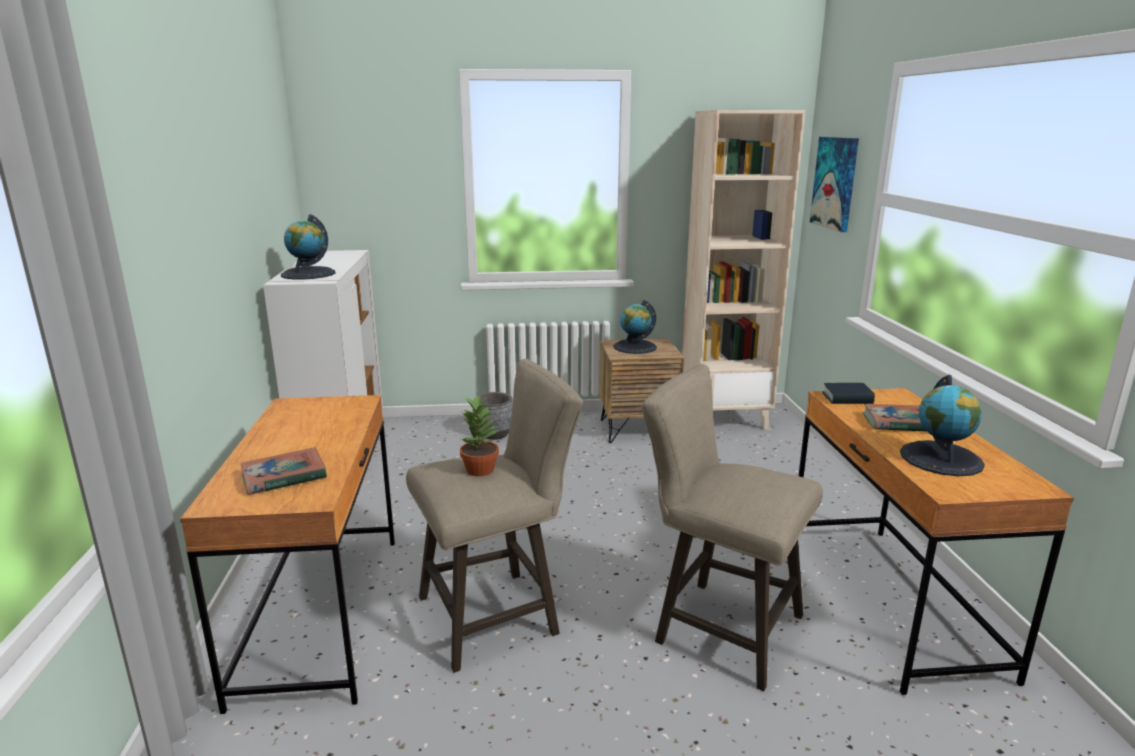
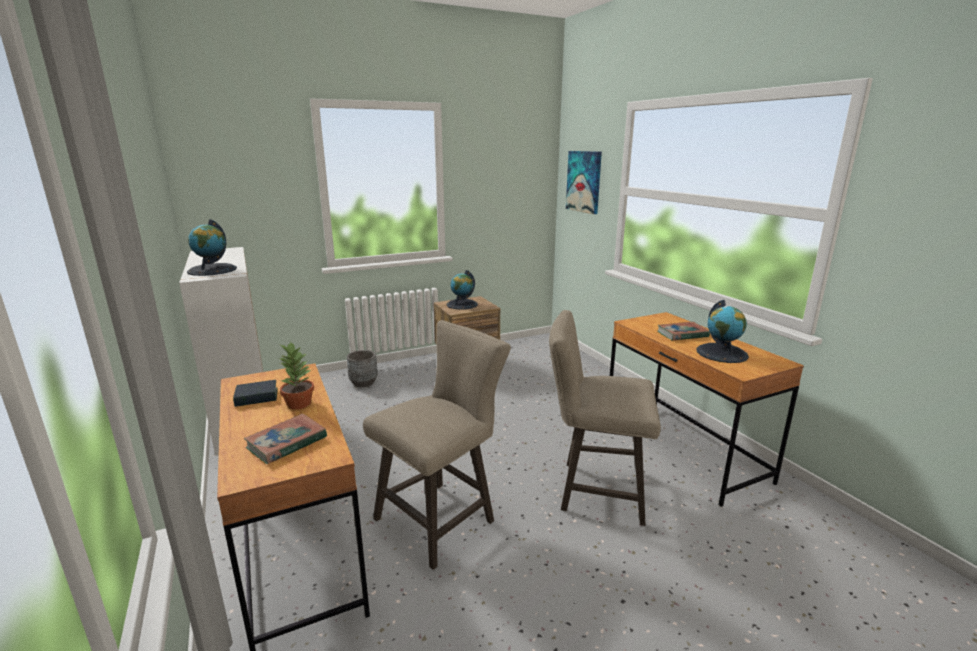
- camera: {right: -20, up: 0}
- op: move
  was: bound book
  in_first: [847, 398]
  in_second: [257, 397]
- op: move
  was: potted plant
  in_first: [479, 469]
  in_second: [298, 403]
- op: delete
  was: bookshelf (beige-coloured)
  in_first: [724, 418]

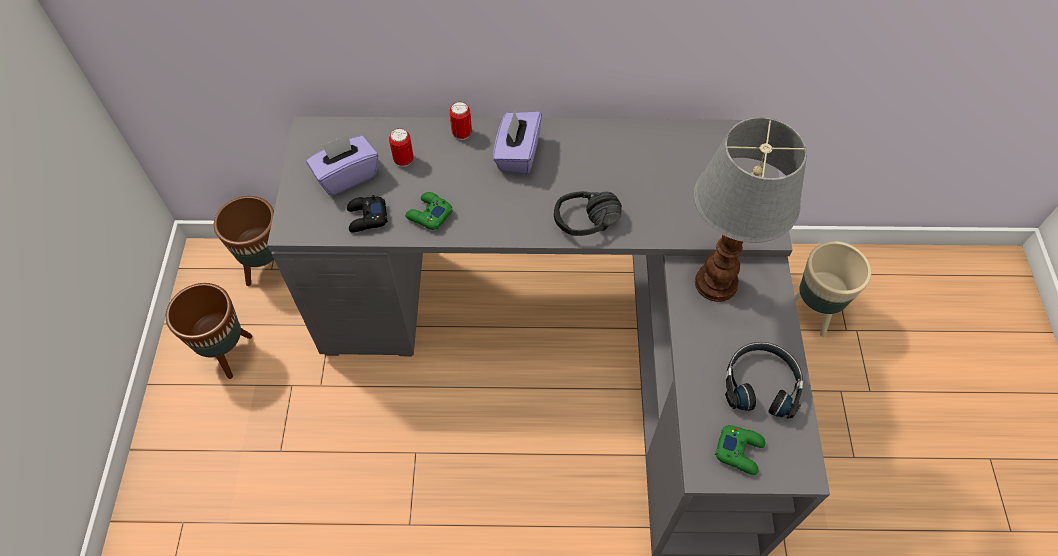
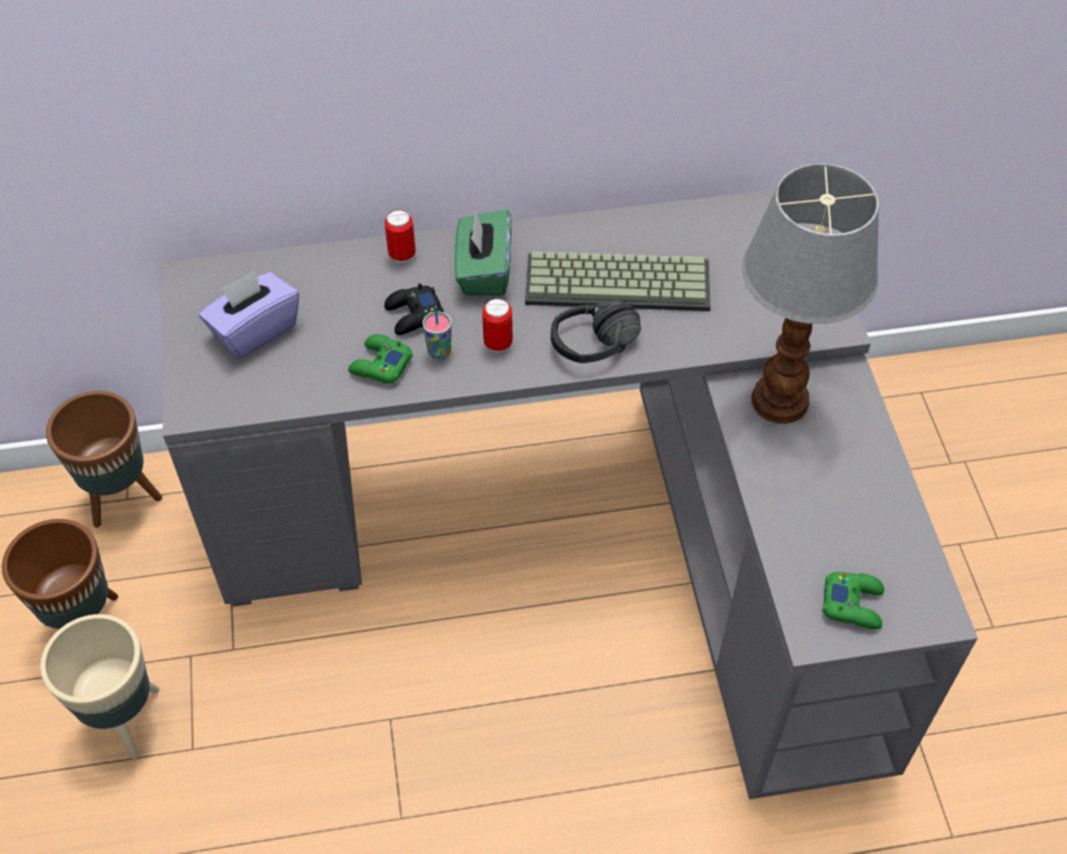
- camera: {right: -10, up: -5}
- op: move
  was: flower pot (beige-coloured)
  in_first: [812, 313]
  in_second: [126, 720]
- op: move
  was: gamepad (black-coloured)
  in_first: [367, 218]
  in_second: [414, 315]
- op: insert
  now: drinking cup
  in_second: [439, 352]
- op: recolor
  was: tissue holder (purplish)
  now: tissue holder (green-coloured)
  in_first: [517, 154]
  in_second: [484, 271]
- op: move
  was: can
  in_first: [404, 160]
  in_second: [498, 343]
- op: insert
  now: computer keyboard
  in_second: [619, 281]
- op: delete
  was: pair of headphones (black-coloured)
  in_first: [760, 383]

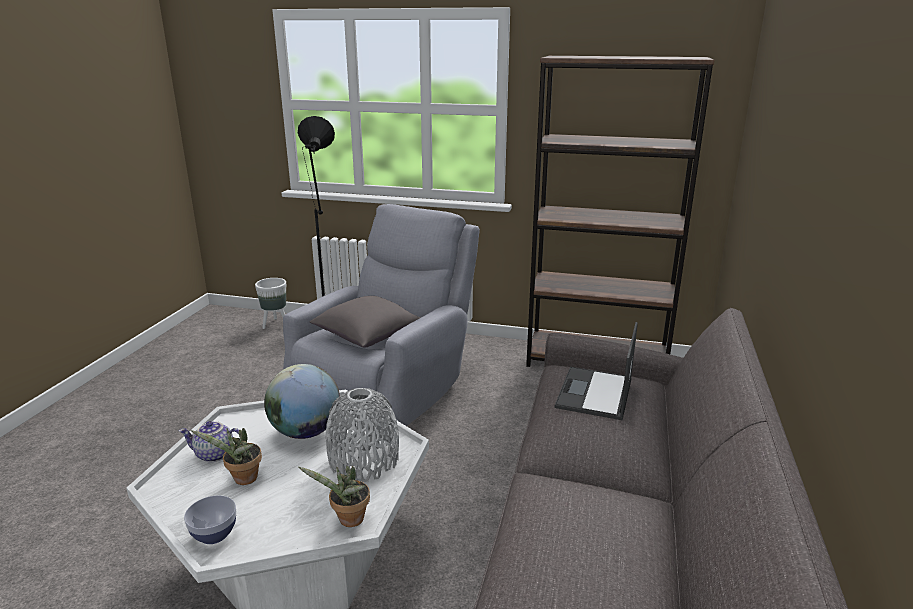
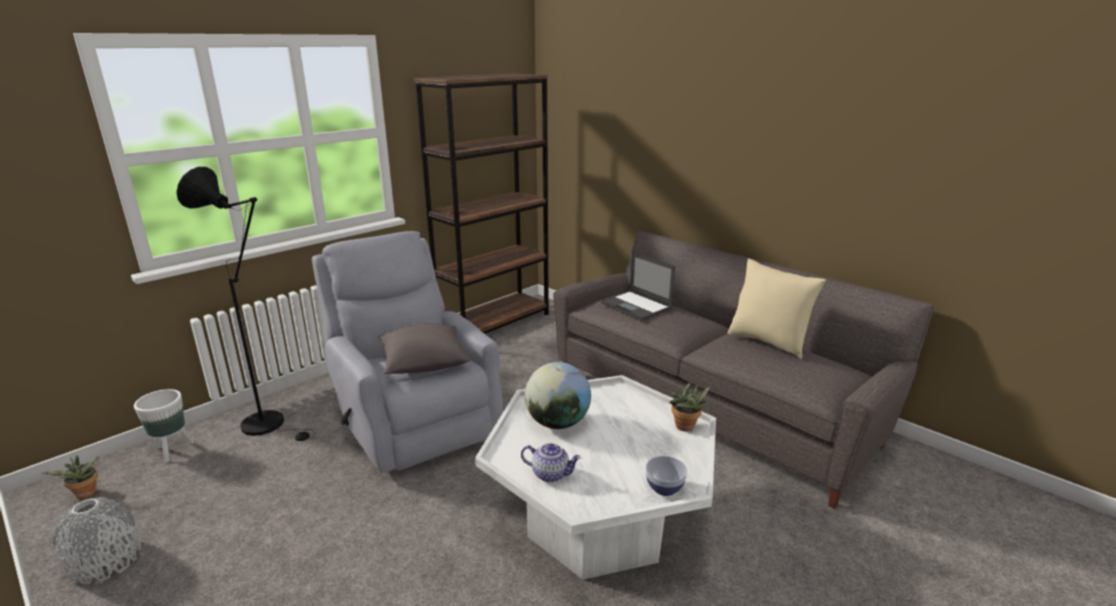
- camera: {right: -60, up: 0}
- op: move
  was: potted plant
  in_first: [242, 480]
  in_second: [85, 495]
- op: move
  was: decorative vase (gray)
  in_first: [364, 460]
  in_second: [105, 560]
- op: rotate
  was: teapot
  in_first: [214, 455]
  in_second: [551, 474]
  clockwise: -105
- op: insert
  now: pillow (beige-coloured)
  in_second: [768, 342]

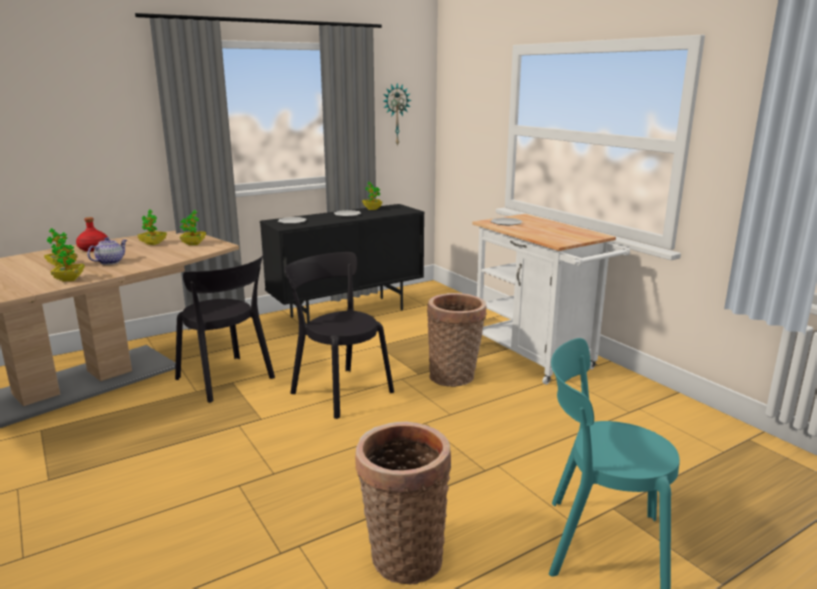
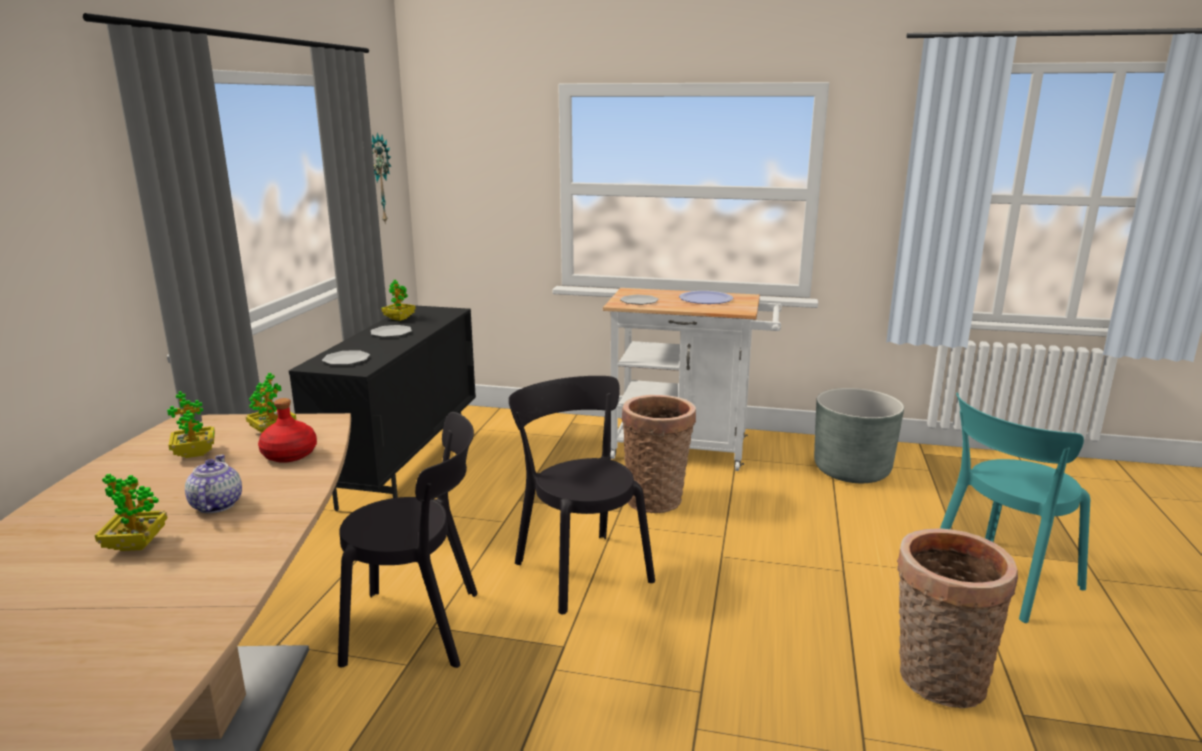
- camera: {right: -45, up: 0}
- op: move
  was: bottle (reddish)
  in_first: [94, 249]
  in_second: [290, 454]
- op: rotate
  was: plain chair (black-coloured)
  in_first: [339, 390]
  in_second: [580, 568]
  clockwise: 60
- op: insert
  now: plate
  in_second: [705, 299]
- op: insert
  now: flower pot (gray)
  in_second: [851, 470]
- op: delete
  was: potted plant
  in_first: [69, 279]

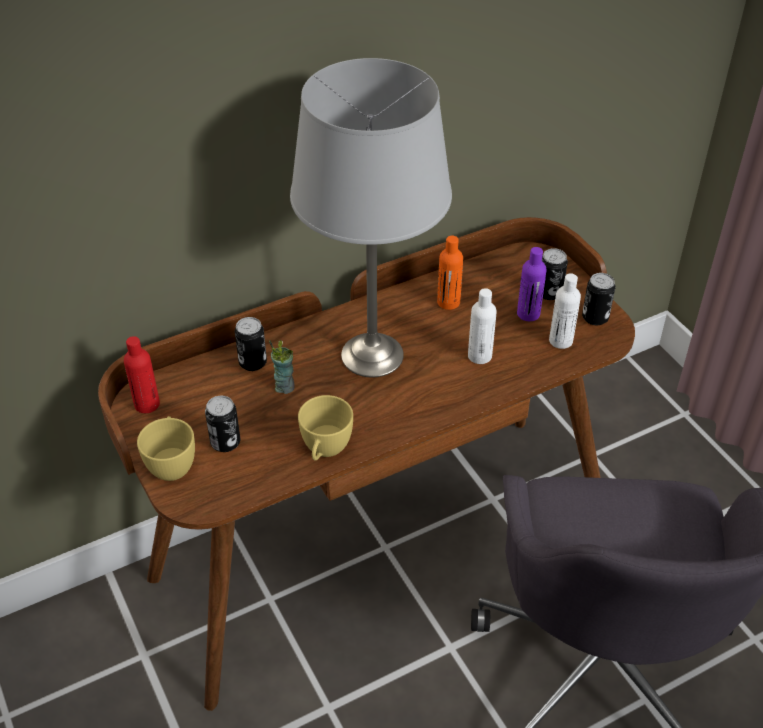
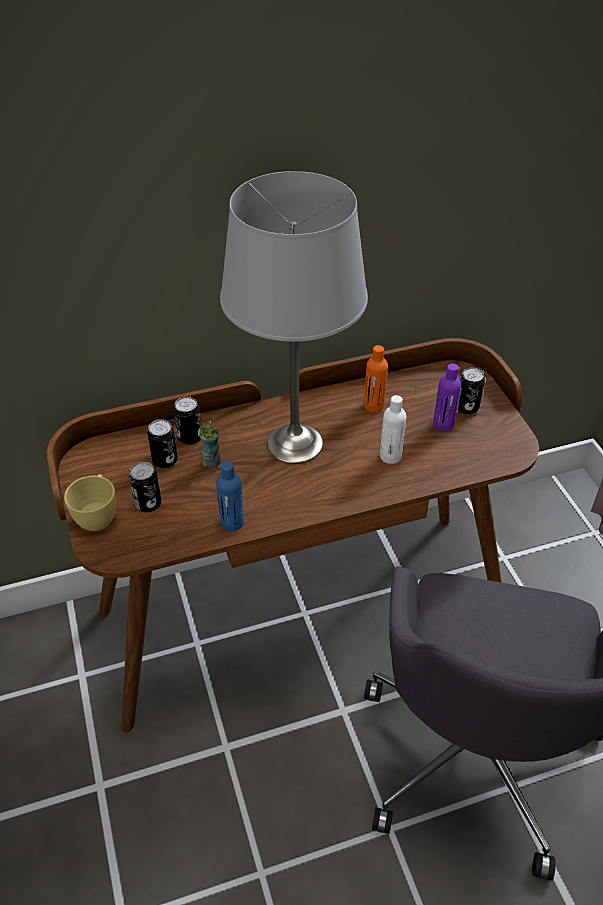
- camera: {right: 10, up: 0}
- op: move
  was: can
  in_first: [595, 317]
  in_second: [165, 460]
- op: replace
  was: drinking cup (yellow)
  now: bottle (bluish)
  in_first: [325, 450]
  in_second: [232, 523]
- op: delete
  was: bottle (reddish)
  in_first: [147, 404]
- op: delete
  was: bottle (whitish)
  in_first: [560, 341]

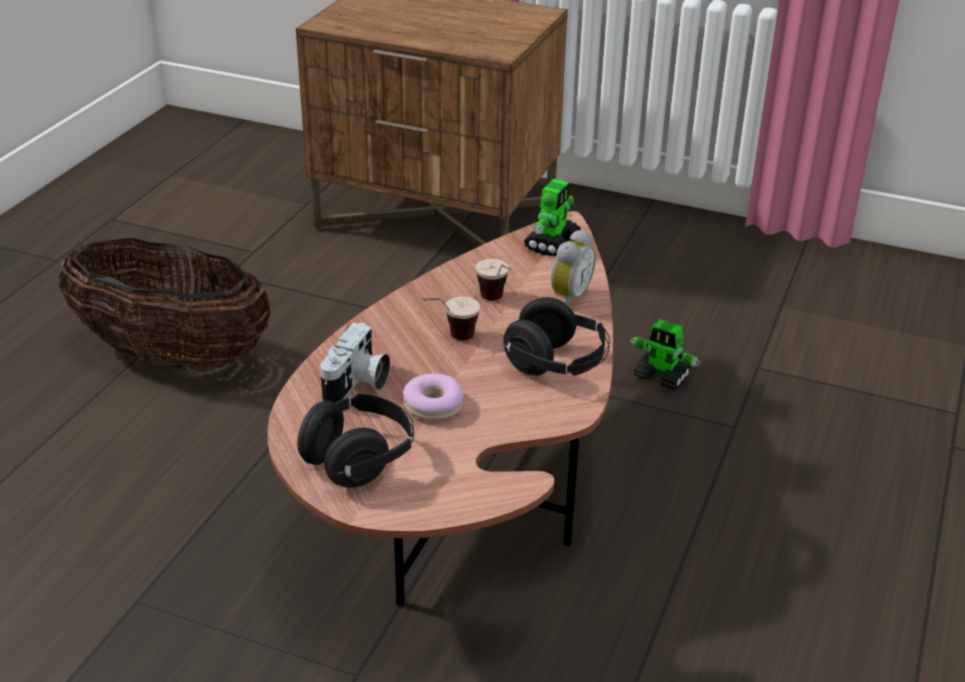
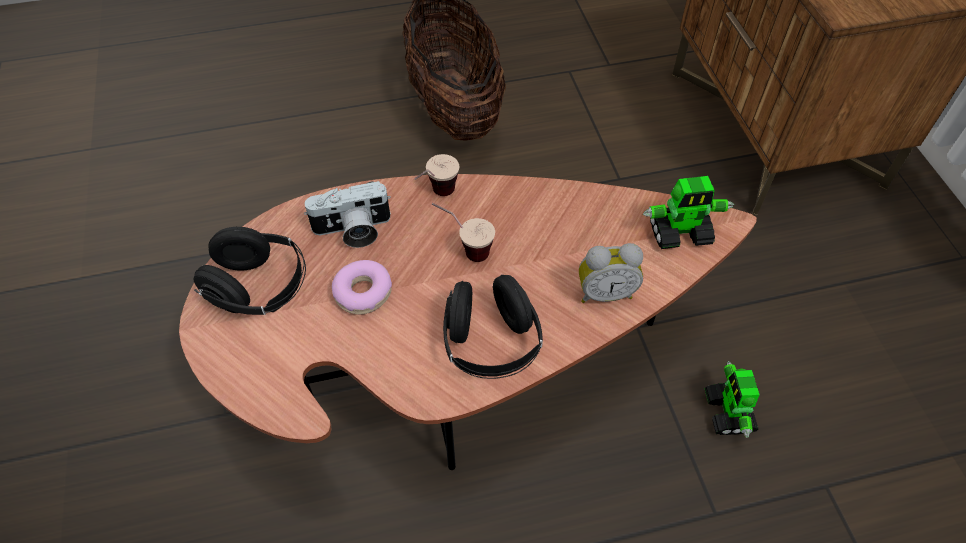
- camera: {right: 55, up: 20}
- op: move
  was: drinking cup
  in_first: [496, 302]
  in_second: [436, 197]

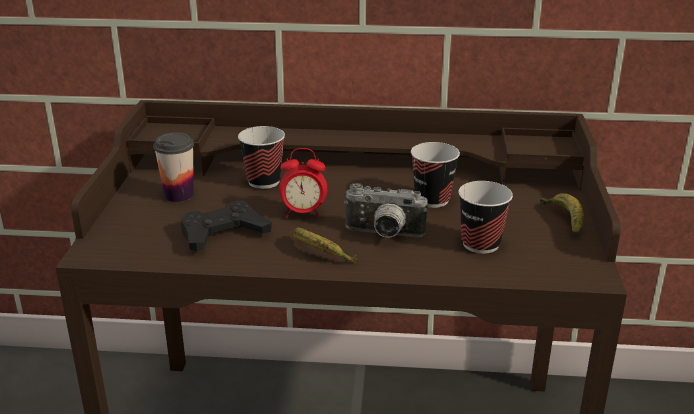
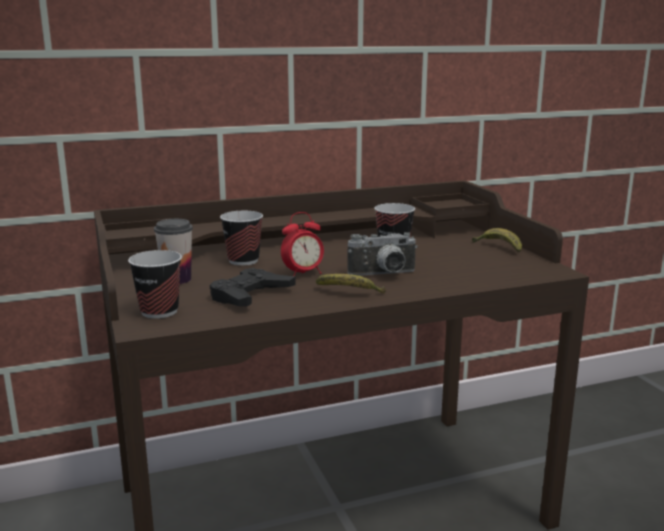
- camera: {right: -25, up: -10}
- op: move
  was: drinking cup
  in_first: [480, 244]
  in_second: [159, 311]

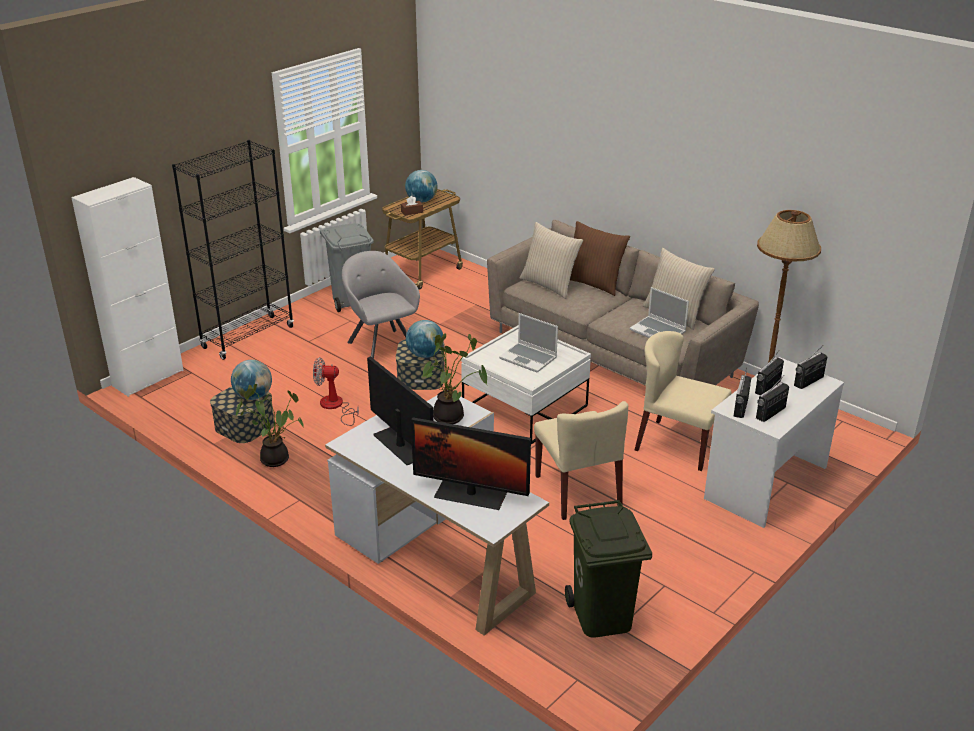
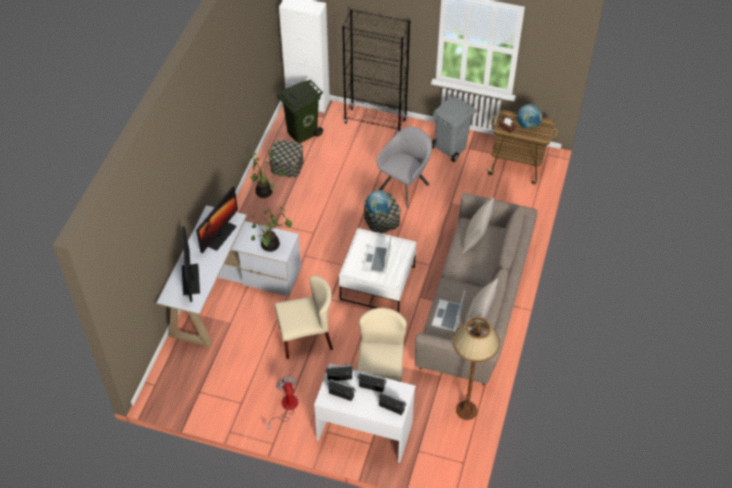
- camera: {right: 65, up: 20}
- op: move
  was: fan
  in_first: [335, 407]
  in_second: [286, 407]
- op: rotate
  was: plain chair (beige-coloured)
  in_first: [578, 491]
  in_second: [306, 338]
  clockwise: -150
- op: move
  was: waste bin (green-coloured)
  in_first: [601, 616]
  in_second: [302, 131]
- op: delete
  was: world globe
  in_first: [253, 396]
- op: delete
  was: pillow (brown-coloured)
  in_first: [593, 283]

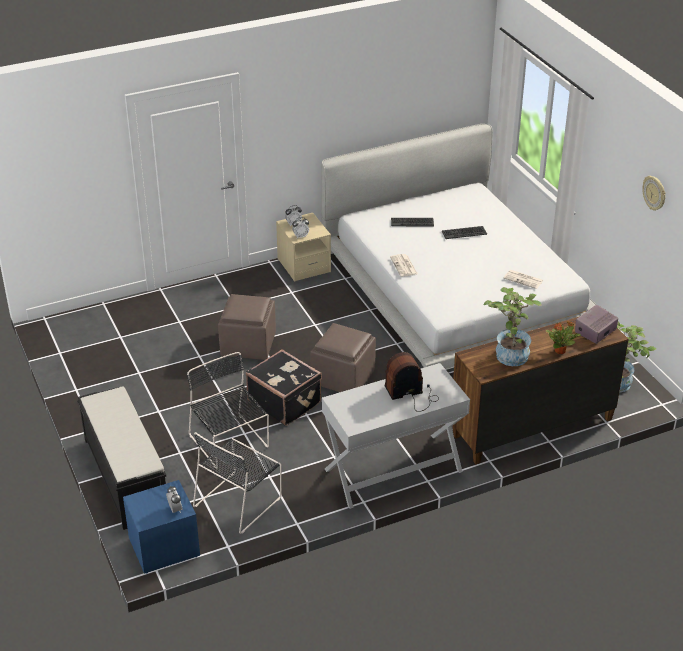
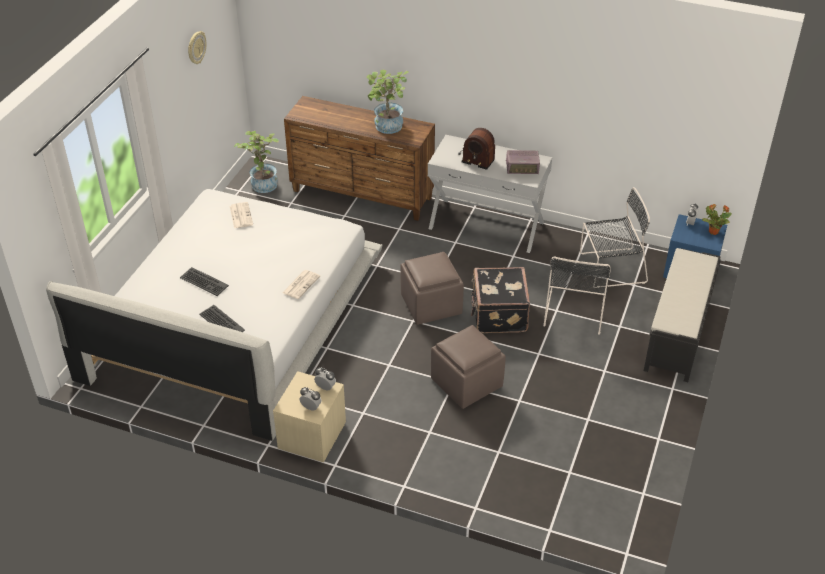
- camera: {right: -135, up: 5}
- op: move
  was: radio receiver
  in_first: [595, 331]
  in_second: [522, 168]
- op: move
  was: potted plant
  in_first: [560, 351]
  in_second: [713, 231]

